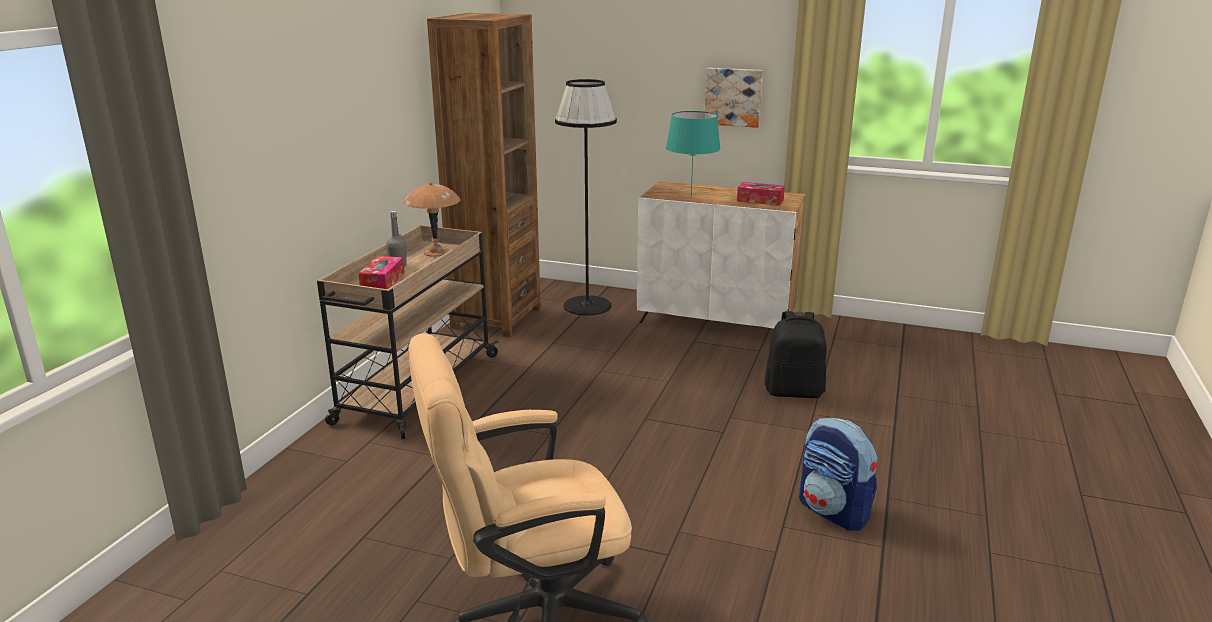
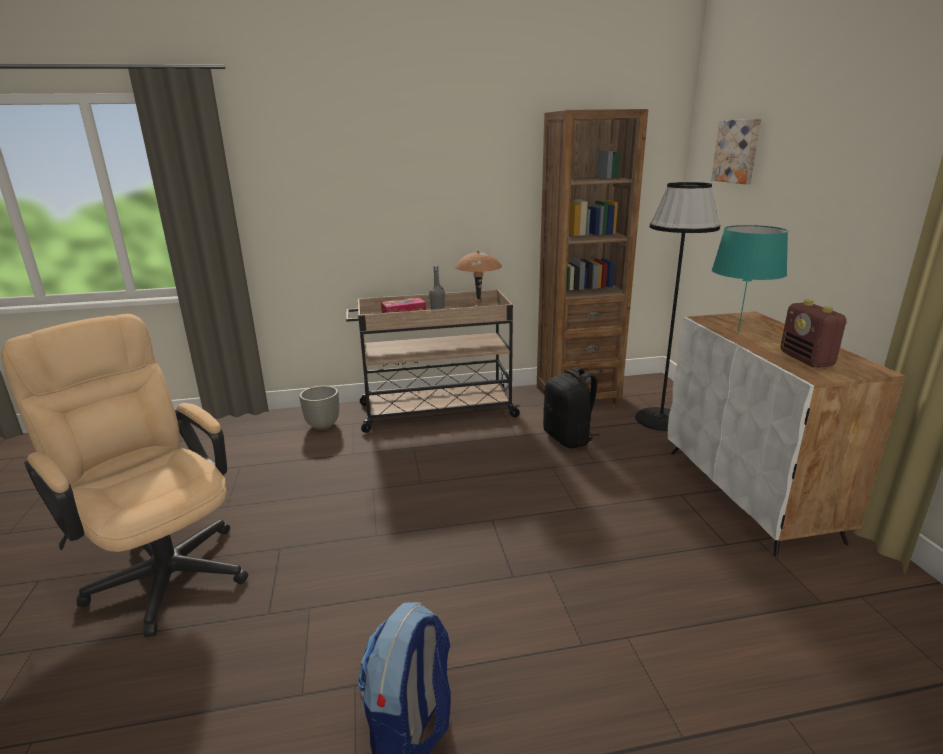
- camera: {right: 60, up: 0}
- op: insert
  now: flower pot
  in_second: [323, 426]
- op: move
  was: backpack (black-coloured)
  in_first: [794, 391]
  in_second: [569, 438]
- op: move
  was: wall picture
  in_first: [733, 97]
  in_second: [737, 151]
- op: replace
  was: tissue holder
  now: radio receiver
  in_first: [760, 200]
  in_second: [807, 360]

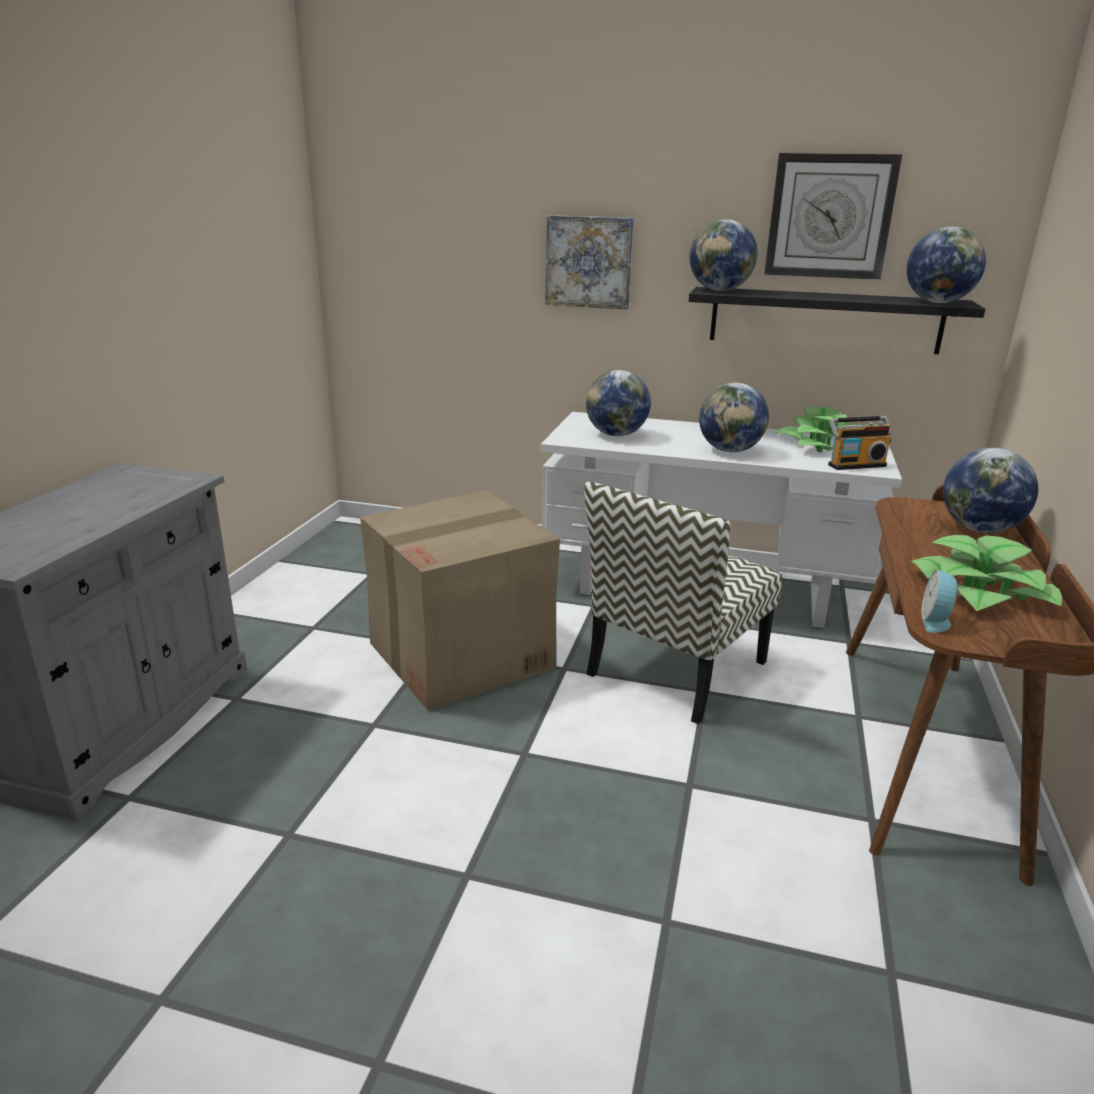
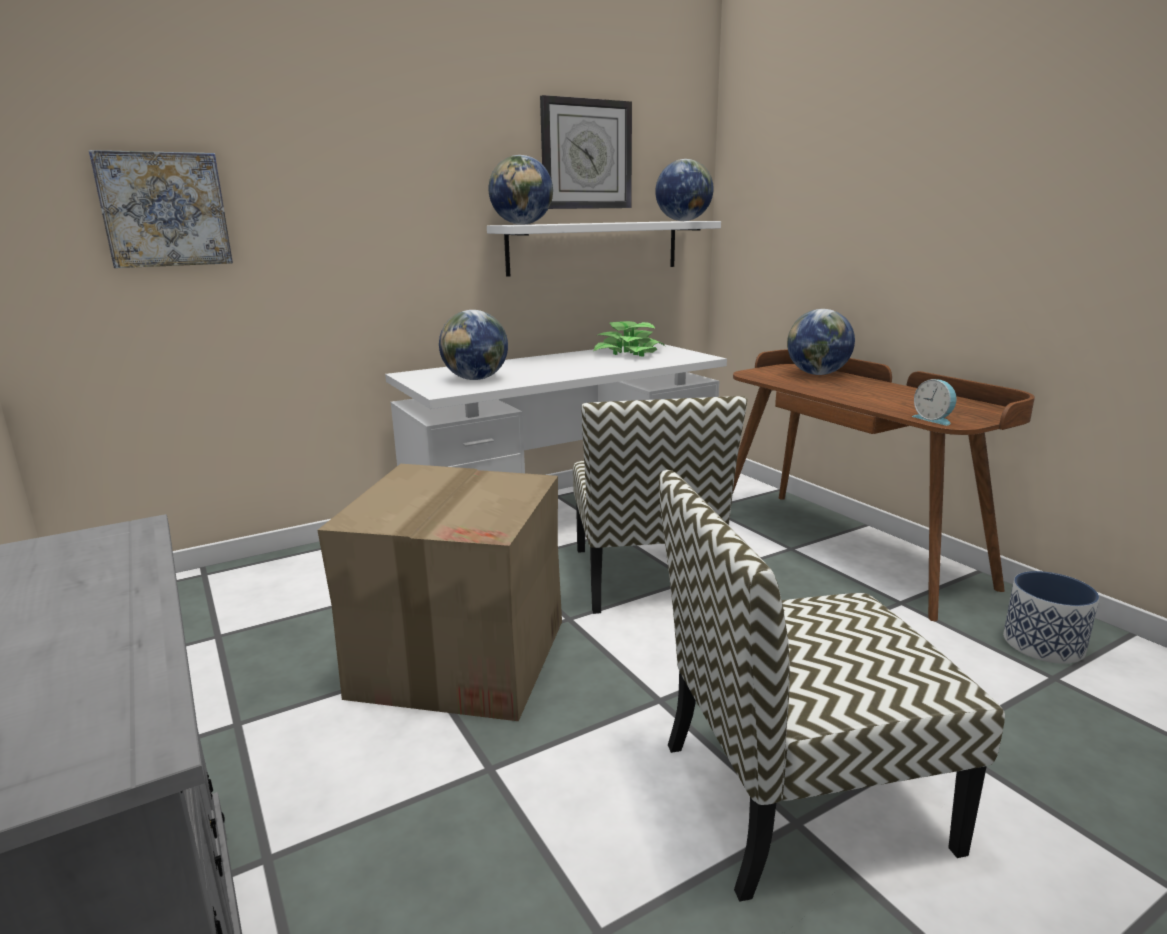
- camera: {right: -45, up: -5}
- op: move
  was: wall picture
  in_first: [589, 262]
  in_second: [164, 210]
- op: recolor
  was: shelf (black-coloured)
  now: shelf (whitish)
  in_first: [824, 320]
  in_second: [594, 247]
- op: insert
  now: plain chair
  in_second: [798, 797]
- op: insert
  now: flower pot
  in_second: [1043, 645]
- op: delete
  was: world globe
  in_first: [730, 450]
- op: delete
  was: radio receiver
  in_first: [855, 465]
- op: delete
  was: potted plant
  in_first: [980, 592]

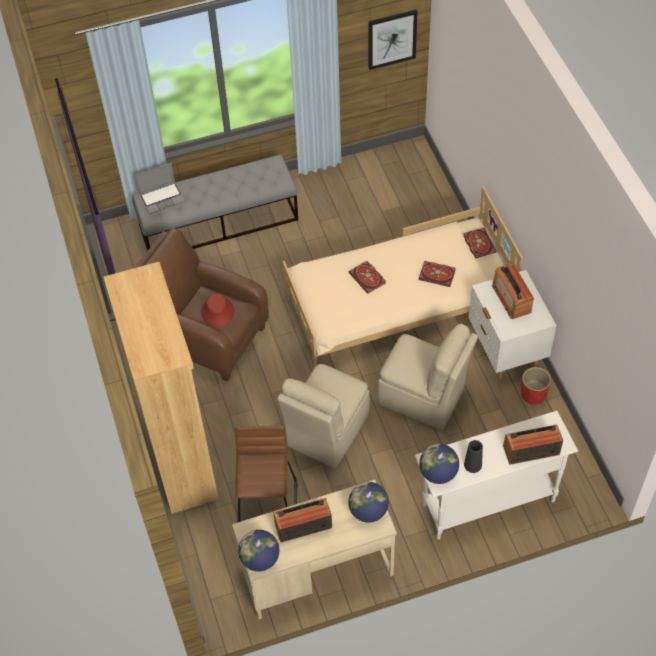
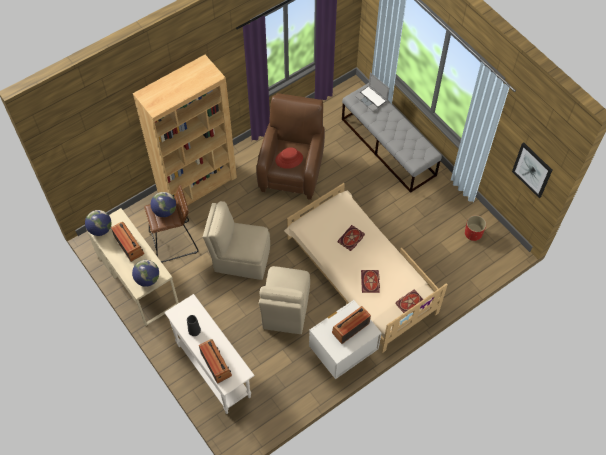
- camera: {right: 70, up: 5}
- op: move
  was: world globe
  in_first: [438, 473]
  in_second: [165, 211]
- op: move
  was: flower pot (reddish)
  in_first: [533, 394]
  in_second: [473, 233]

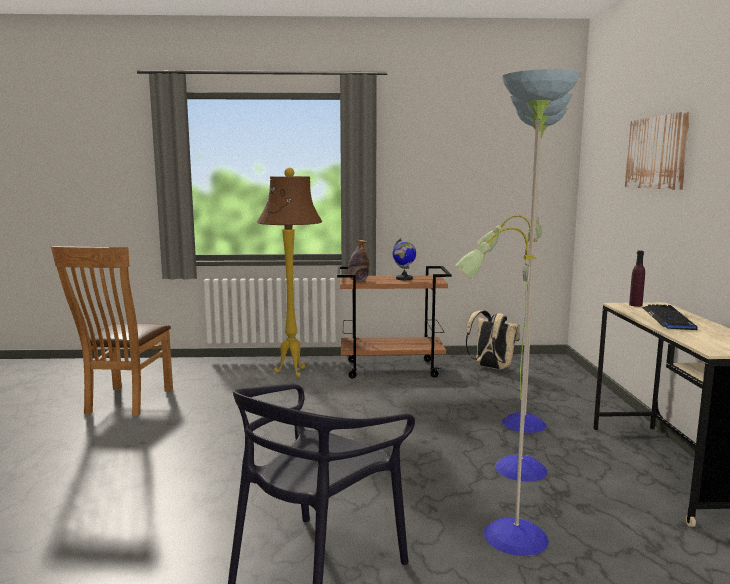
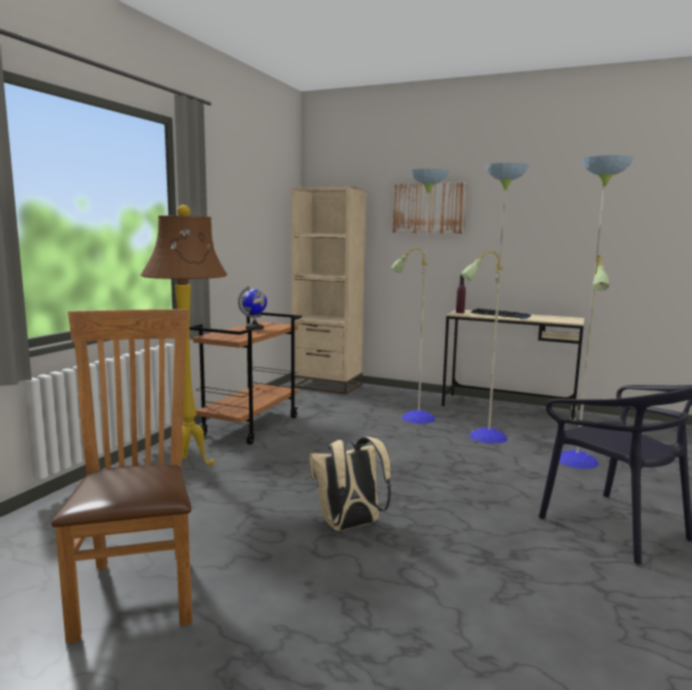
- camera: {right: -65, up: 0}
- op: rotate
  was: plain chair (brown-coloured)
  in_first: [125, 403]
  in_second: [138, 587]
  clockwise: -135
- op: insert
  now: bookshelf (beige-coloured)
  in_second: [327, 385]
- op: move
  was: backpack (beige-coloured)
  in_first: [491, 368]
  in_second: [349, 526]
- op: delete
  was: bottle
  in_first: [358, 281]

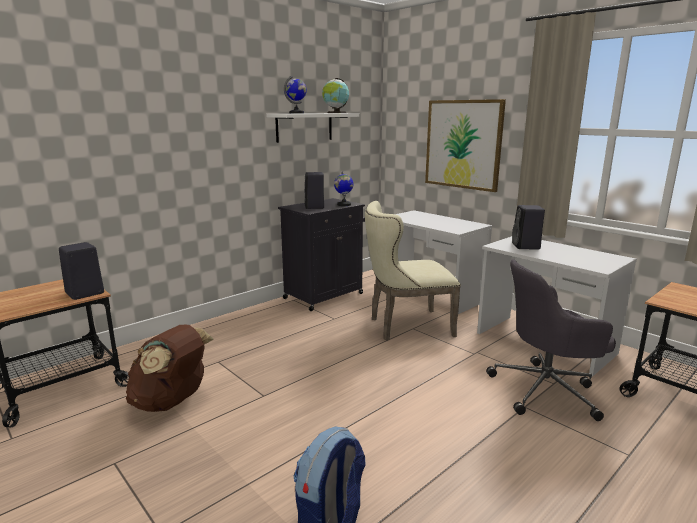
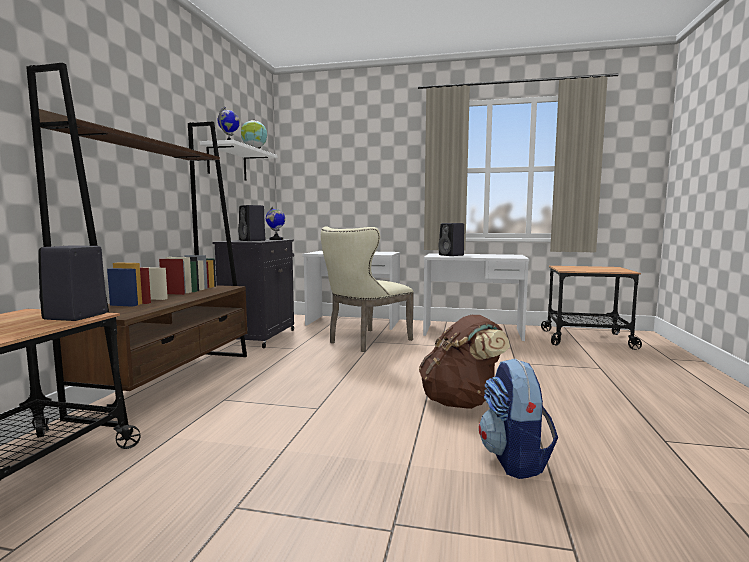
- camera: {right: -35, up: -10}
- op: insert
  now: bookshelf (brown-coloured)
  in_second: [172, 382]
- op: move
  was: backpack (brown-coloured)
  in_first: [172, 402]
  in_second: [461, 402]
- op: delete
  was: wall picture
  in_first: [463, 144]
- op: delete
  was: desk chair (gray)
  in_first: [546, 390]

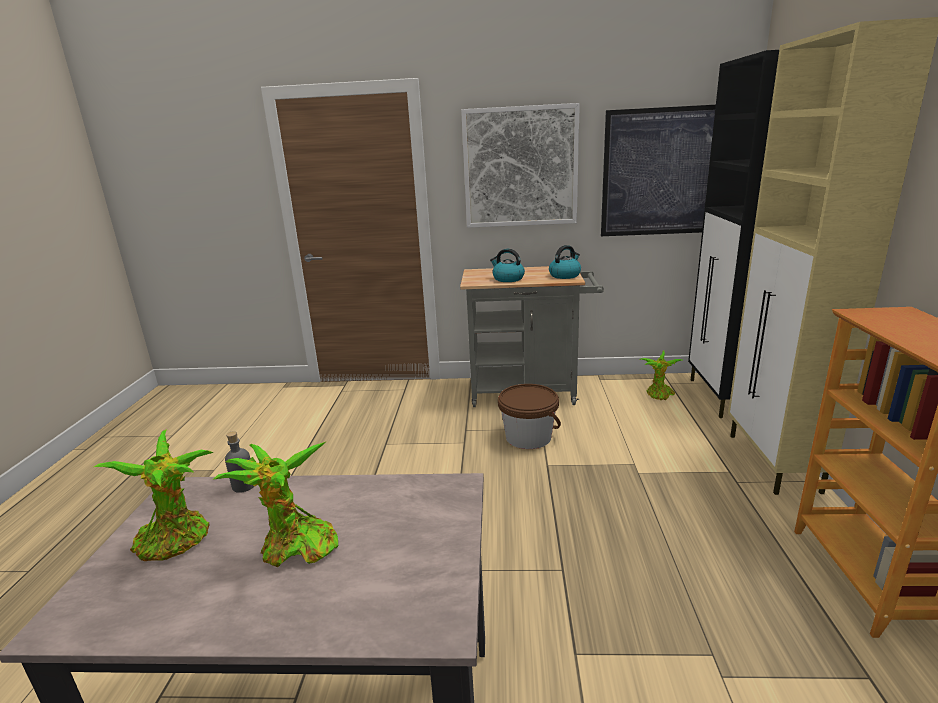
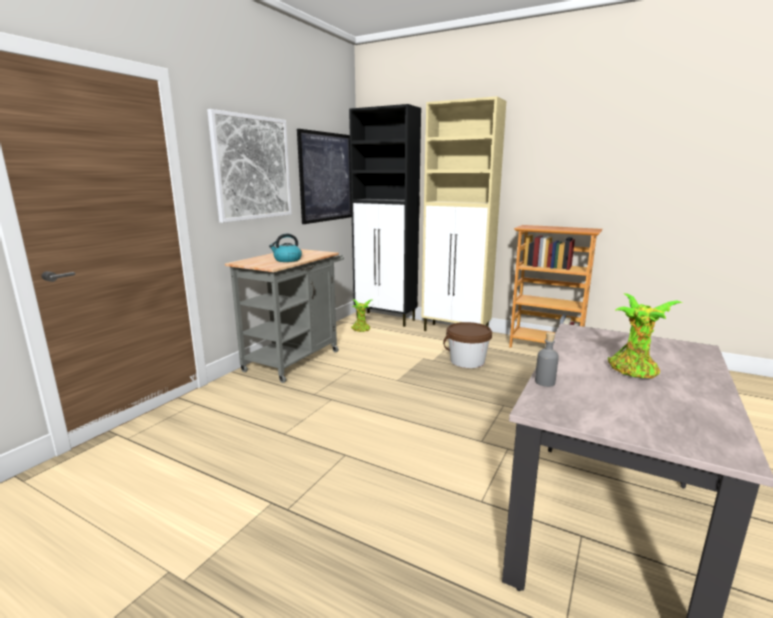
- camera: {right: -65, up: -5}
- op: move
  was: water bucket (brown-coloured)
  in_first: [528, 437]
  in_second: [467, 361]
- op: delete
  was: potted plant
  in_first: [177, 541]
- op: delete
  was: water kettle
  in_first: [565, 275]

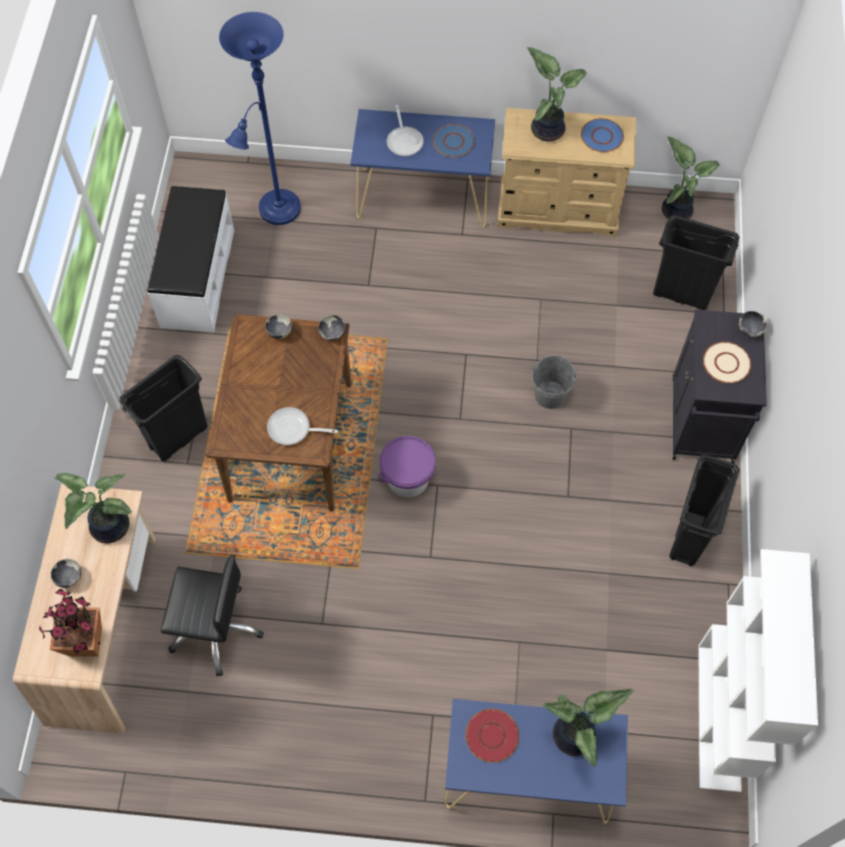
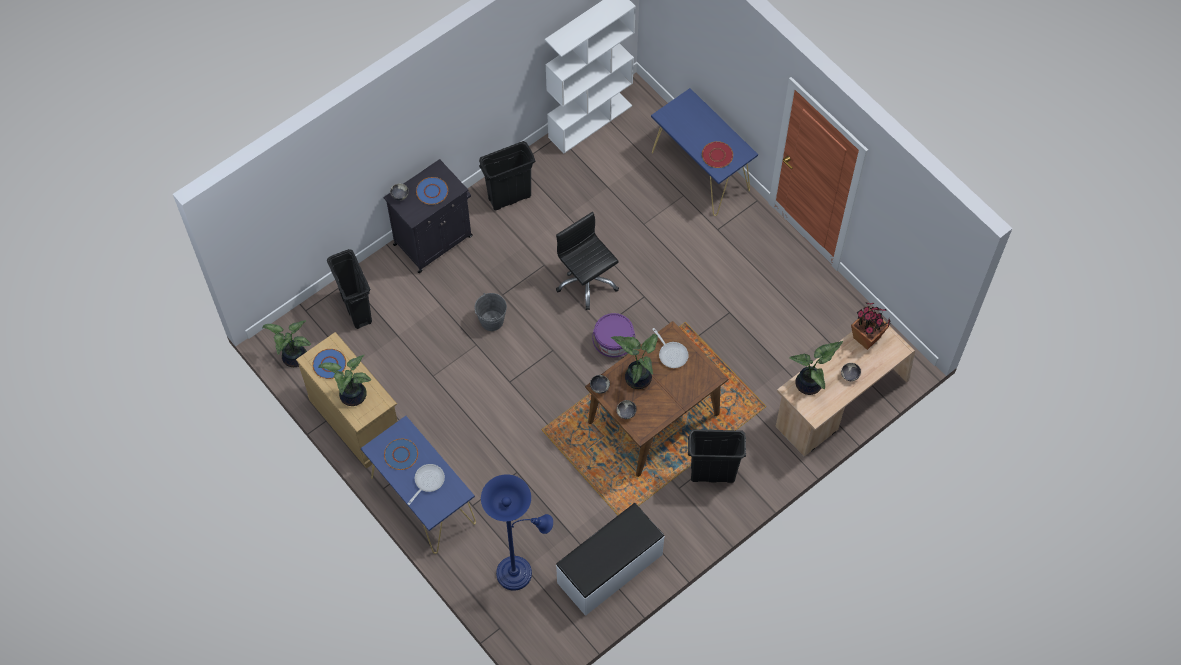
- camera: {right: -135, up: 0}
- op: recolor
  was: plate (beige-coloured)
  now: plate (bluish)
  in_first: [726, 363]
  in_second: [432, 191]
- op: move
  was: desk chair (black-coloured)
  in_first: [215, 628]
  in_second: [586, 281]
- op: move
  was: potted plant
  in_first: [576, 736]
  in_second: [637, 376]

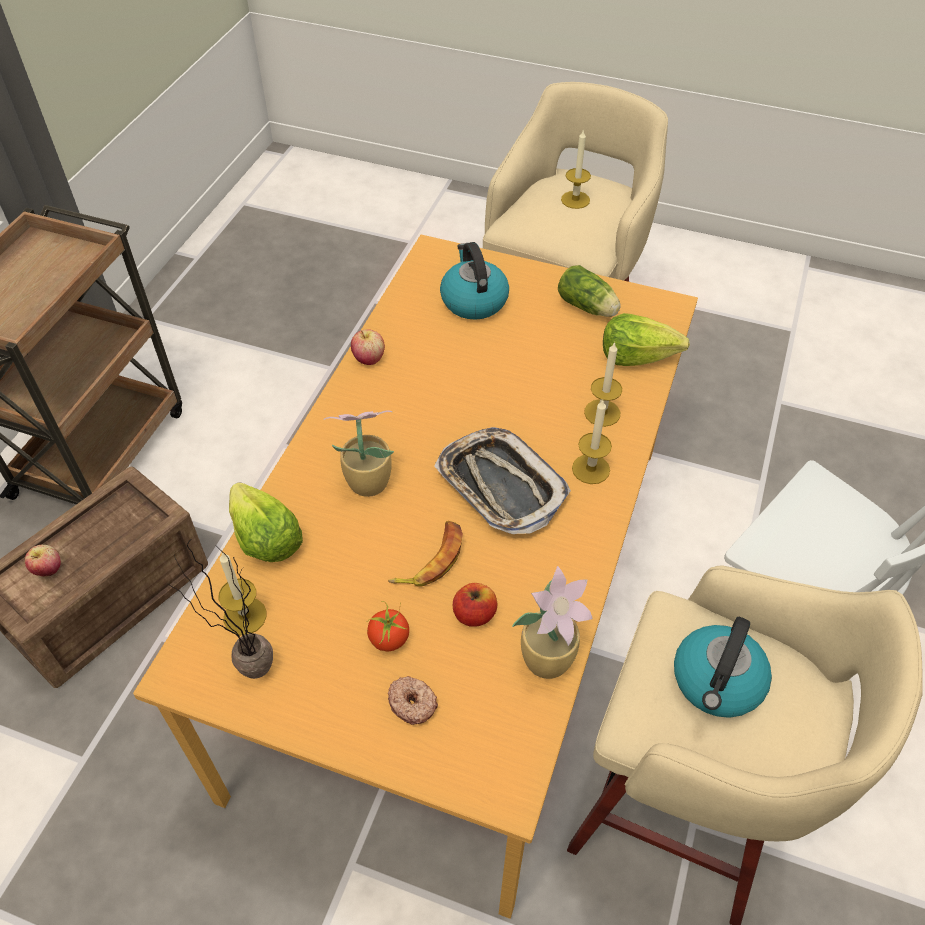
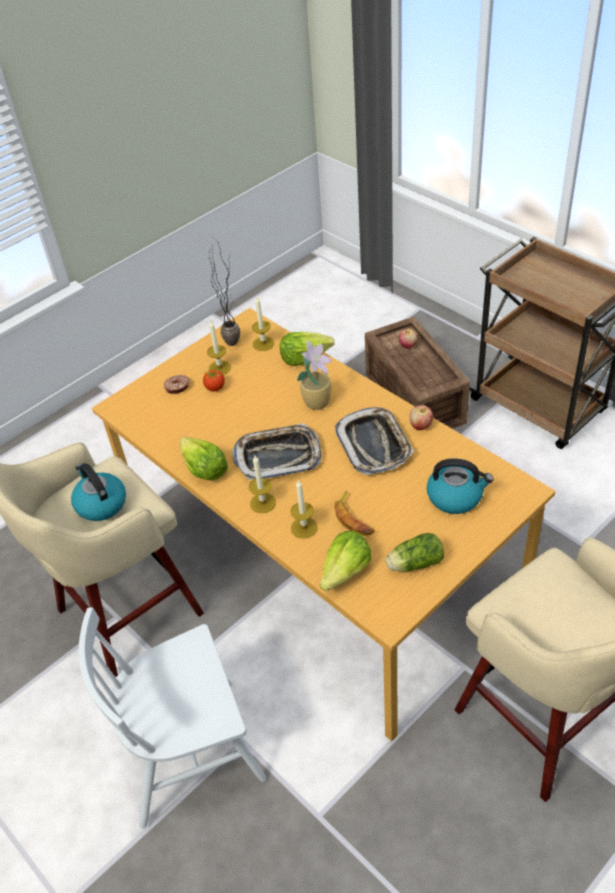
- camera: {right: 120, up: -5}
- op: insert
  now: head of lettuce
  in_second: [204, 469]
- op: move
  was: wax light
  in_first: [575, 200]
  in_second: [219, 368]
- op: move
  was: whole banana
  in_first: [431, 559]
  in_second: [354, 518]
- op: insert
  now: carrying tray
  in_second: [374, 445]
- op: delete
  was: whole apple
  in_first: [474, 614]
- op: delete
  was: potted plant
  in_first: [549, 658]

